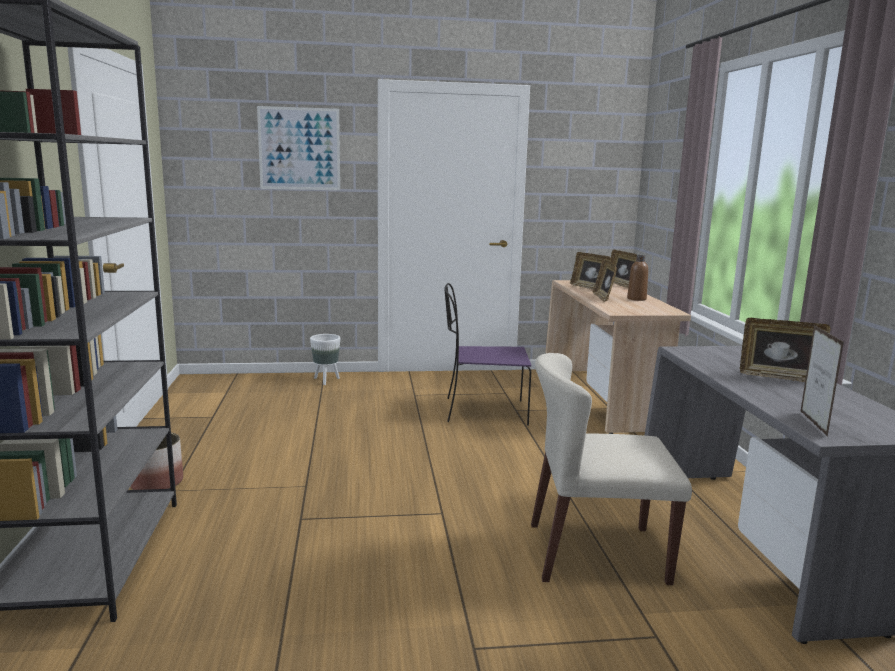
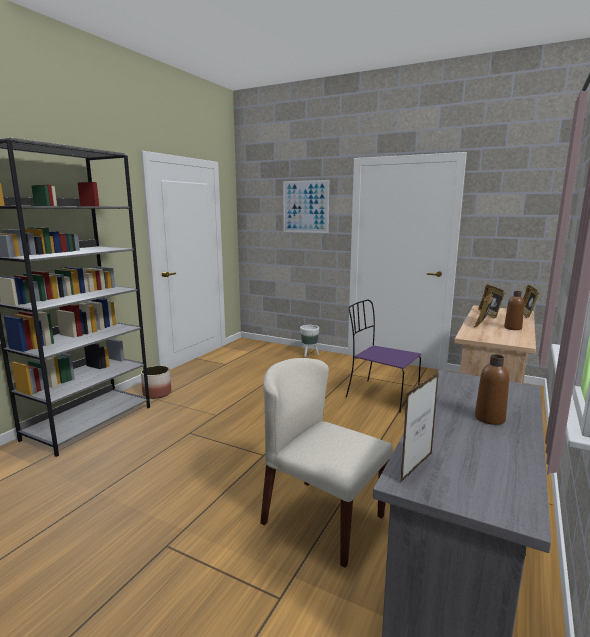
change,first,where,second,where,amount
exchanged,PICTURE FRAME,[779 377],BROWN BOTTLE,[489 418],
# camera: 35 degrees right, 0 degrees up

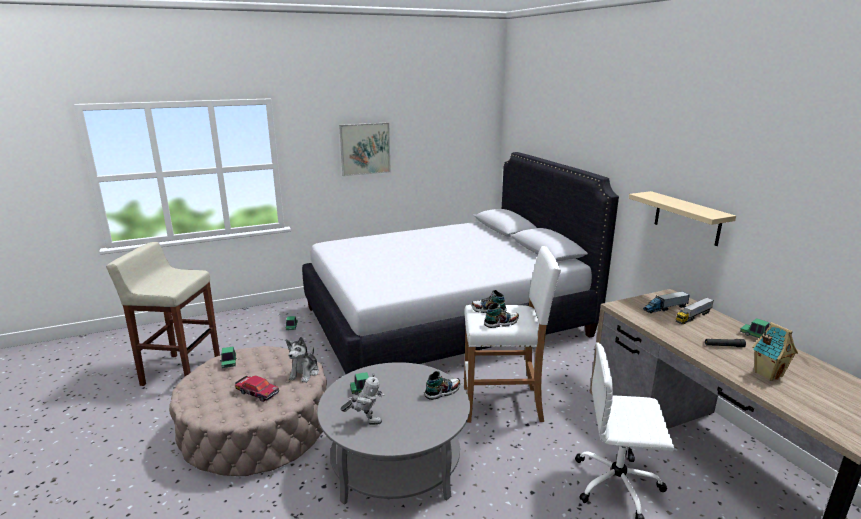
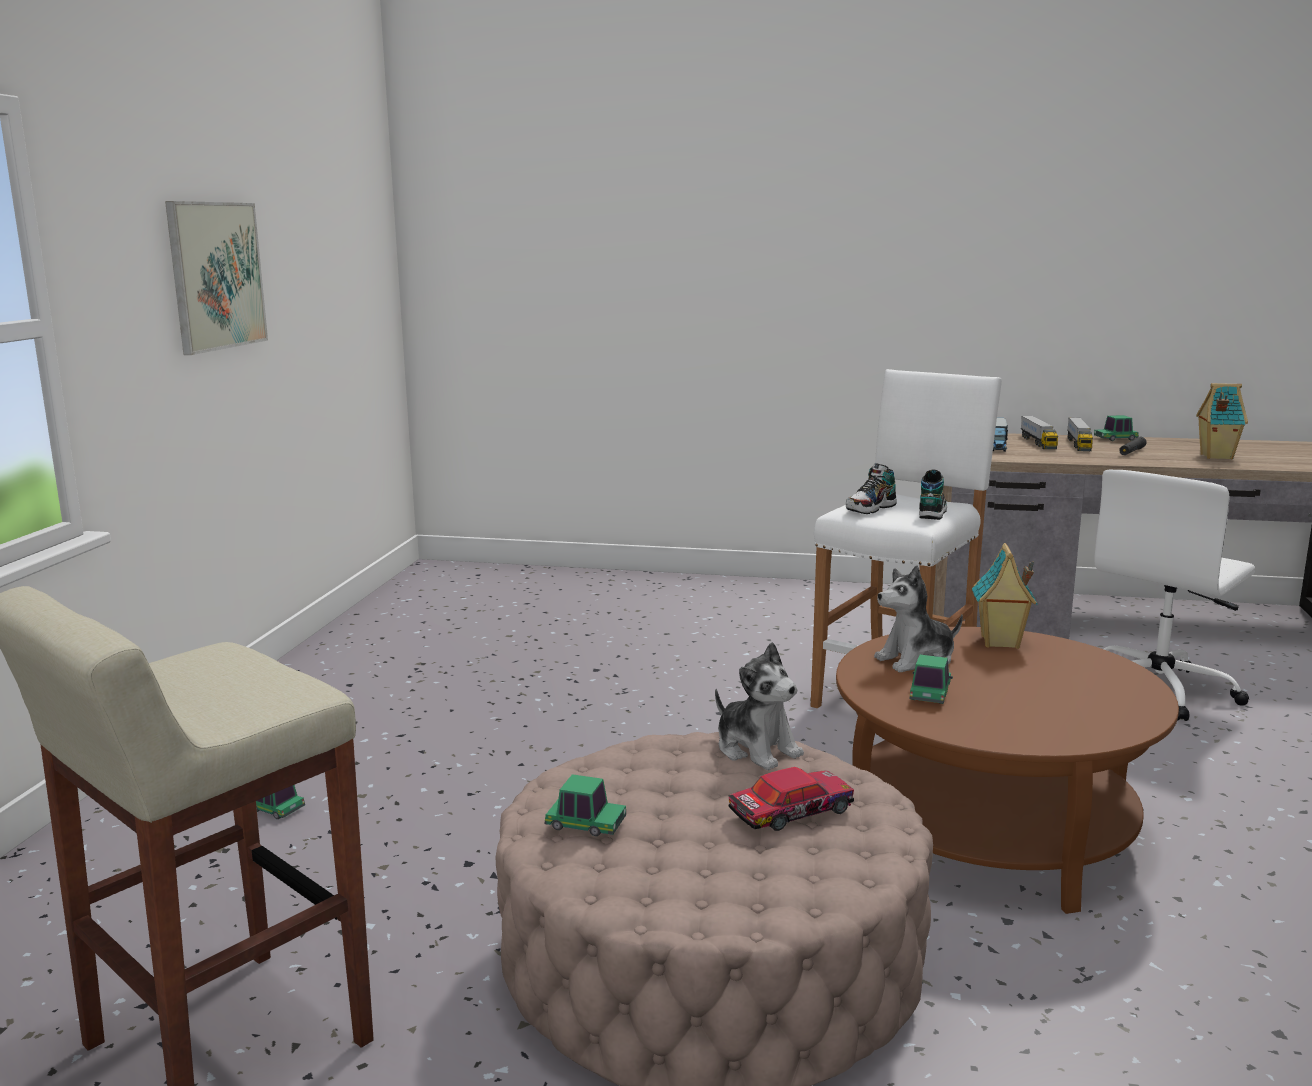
change,first,where,second,where,amount
colour,GREY COFFEE TABLE,[395 463],BROWN COFFEE TABLE,[988 828],
appeared,,,PLUSH TOY,[916 660],
exchanged,SHOE,[442 392],TOY HOUSE,[999 642],
appeared,,,TOY TRUCK,[1078 444],
missing,WHITE BED,[445 321],,,
missing,TOY ROBOT,[365 421],,,
missing,BEIGE SHELF,[687 218],,,
# camera: 55 degrees left, 5 degrees down

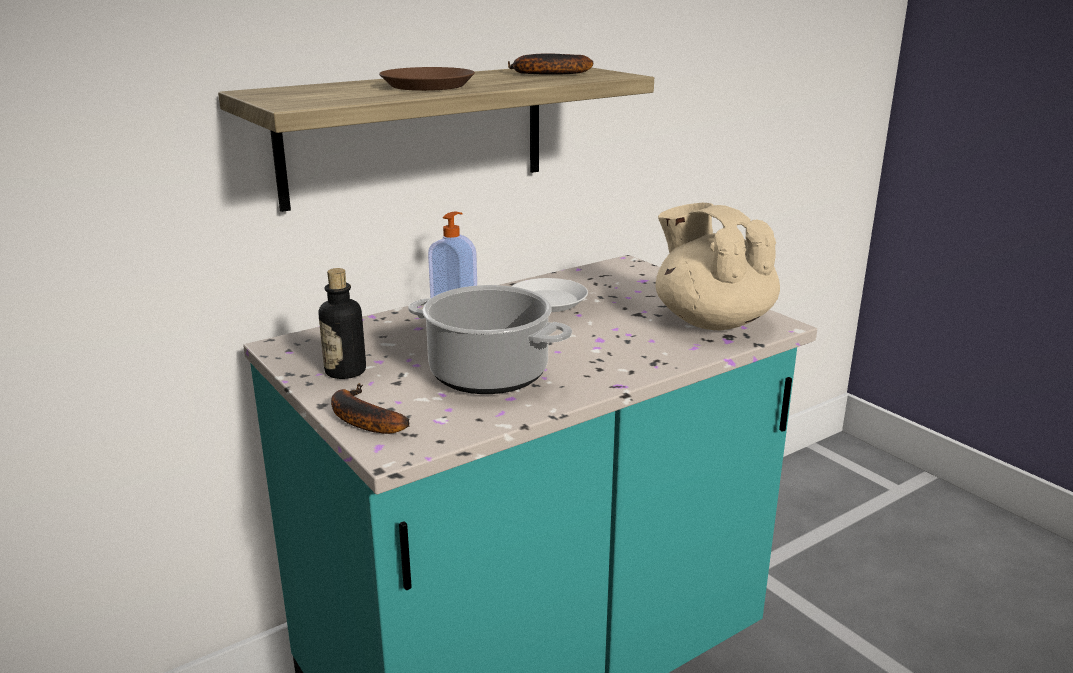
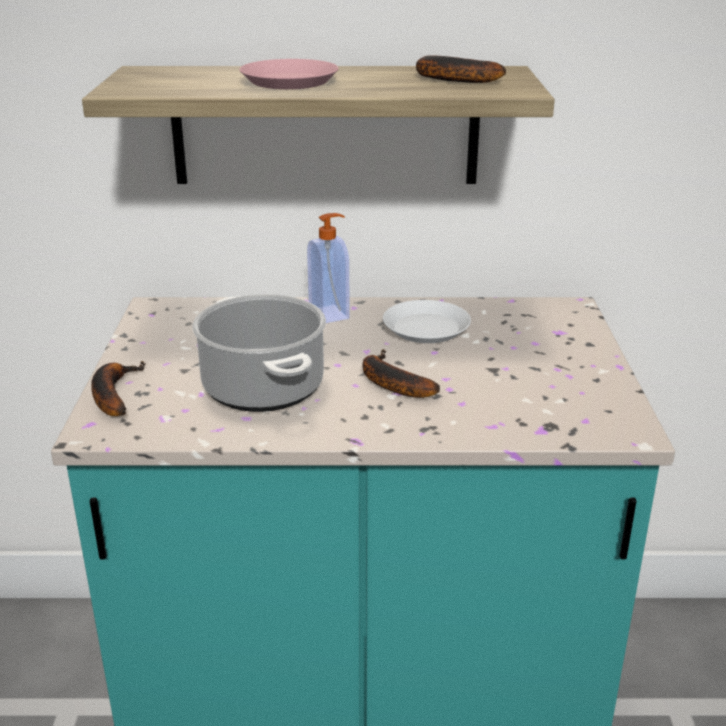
change,first,where,second,where,amount
colour,BROWN PLATE,[427 85],PINK PLATE,[289 81],
appeared,,,BANANA,[390 383],
missing,BOTTLE,[345 371],,,
missing,BEIGE TEAPOT,[711 321],,,
# camera: 35 degrees right, 5 degrees up

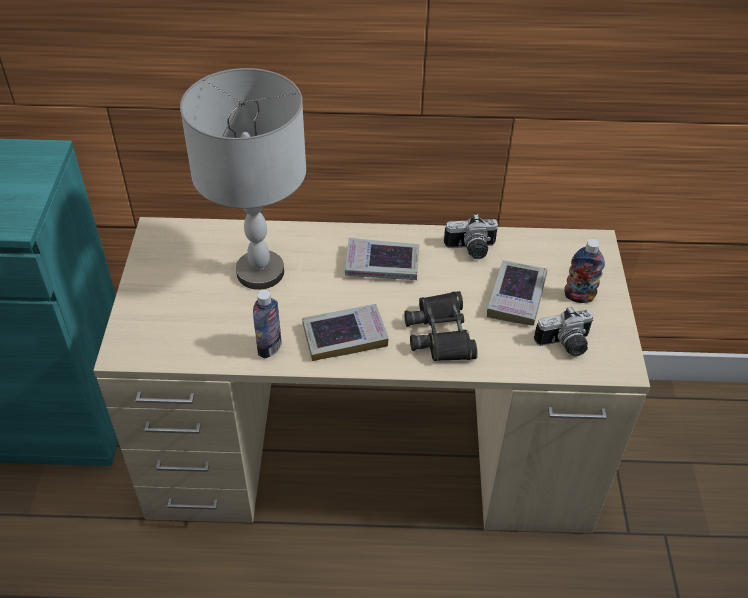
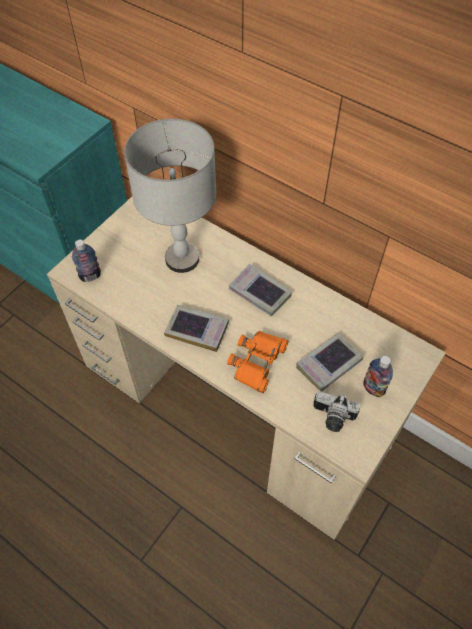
change,first,where,second,where,amount
relocated,BOTTLE,[269 348],,[90 276],
colour,BLACK BINOCULARS,[441 333],ORANGE BINOCULARS,[257 362],
missing,PHOTO CAMERA,[471 250],,,
# camera: 35 degrees right, 10 degrees up

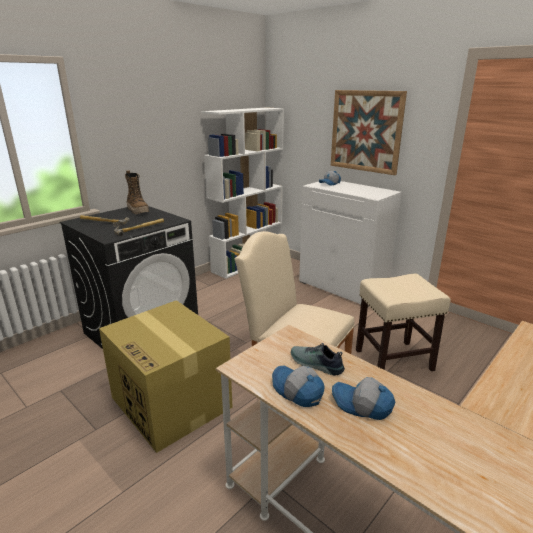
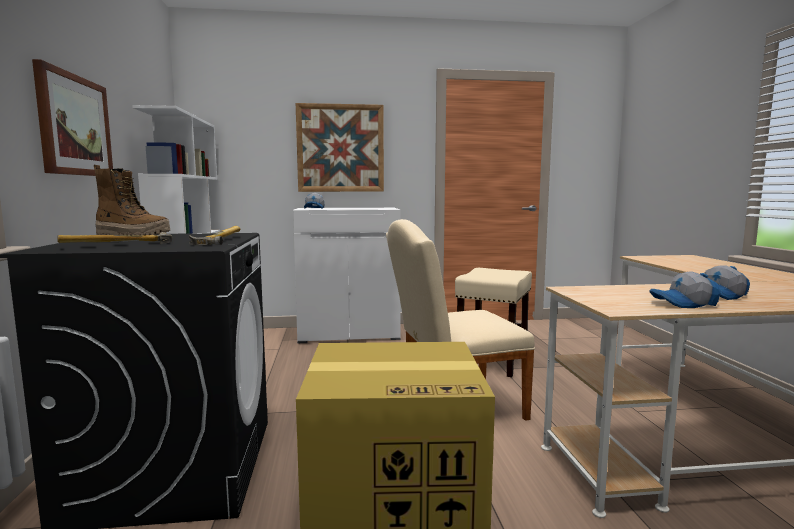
change,first,where,second,where,amount
appeared,,,PICTURE,[74 125],
missing,SHOE,[315 364],,,
# camera: 50 degrees left, 15 degrees down

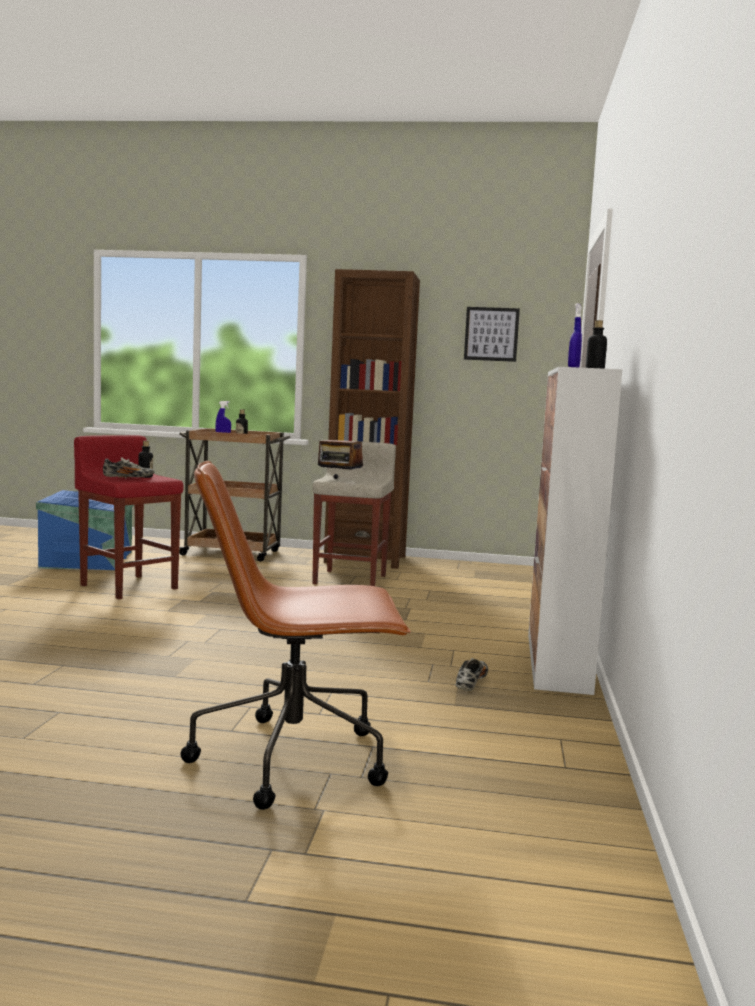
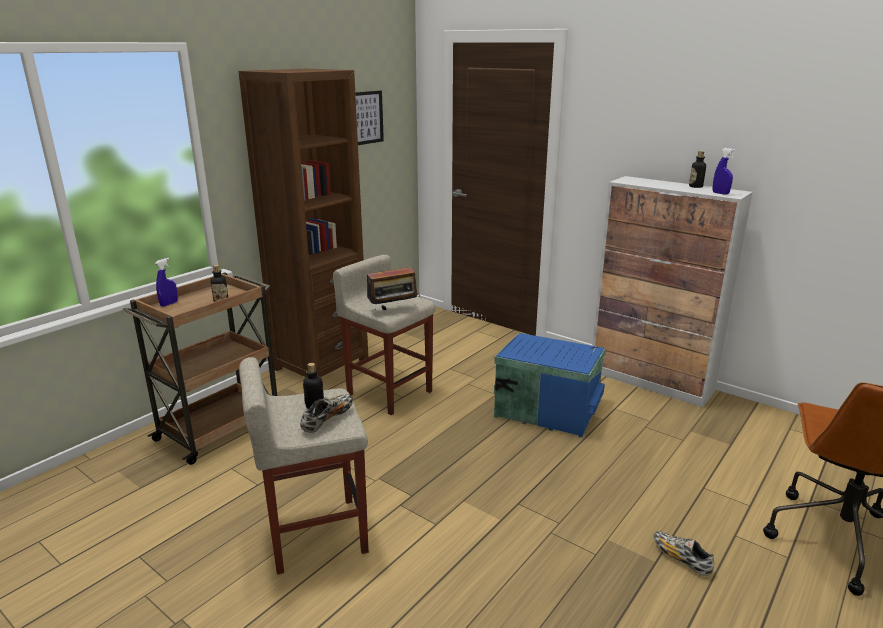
change,first,where,second,where,amount
colour,RED STOOL,[128 586],BEIGE STOOL,[314 534],
relocated,BLUE STORAGE BOX,[89 560],,[546 407],
relocated,SHOE,[471 683],,[681 558],
# camera: 60 degrees left, 15 degrees up

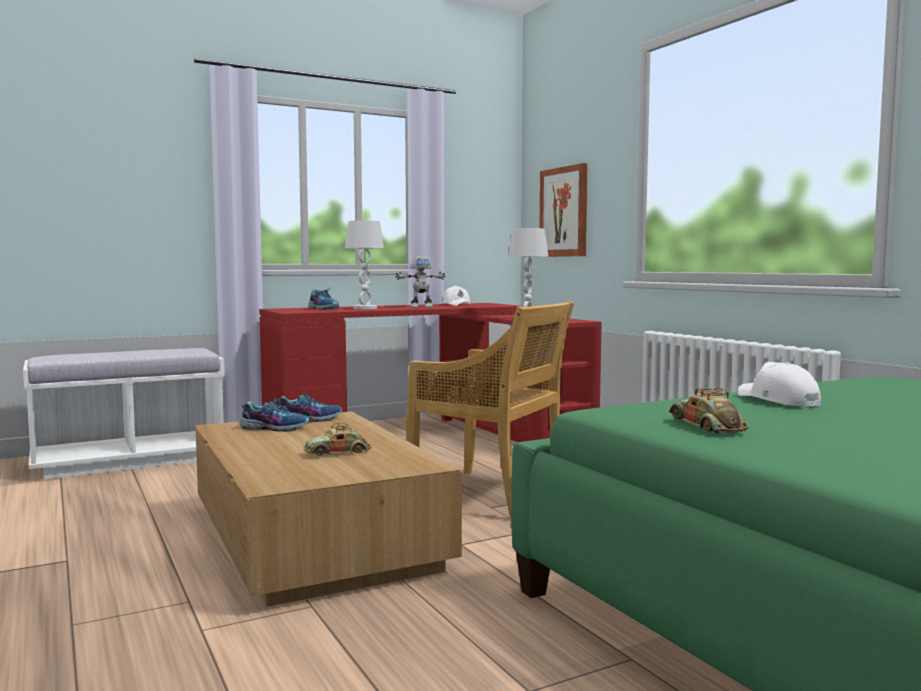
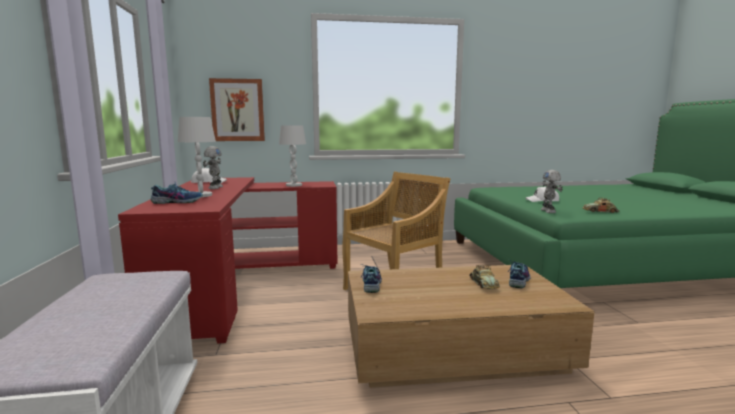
change,first,where,second,where,amount
relocated,SHOE,[274 428],,[517 280],
appeared,,,TOY ROBOT,[549 211],
# camera: 70 degrees left, 5 degrees up

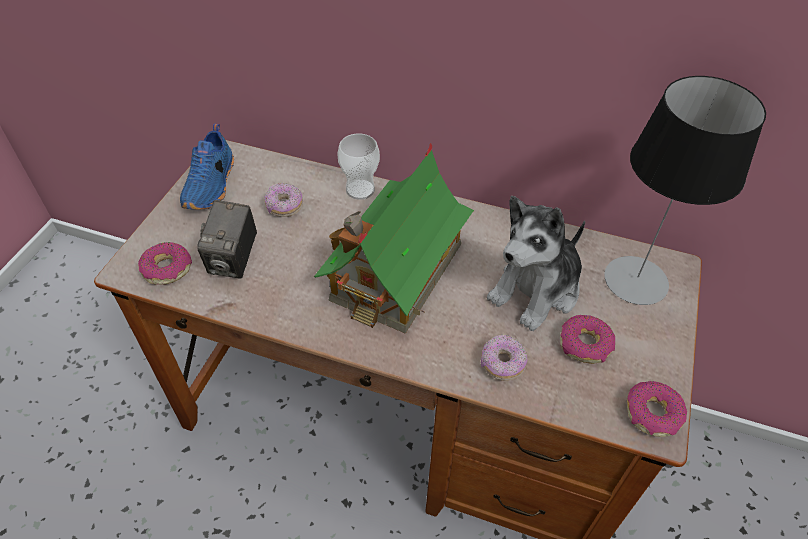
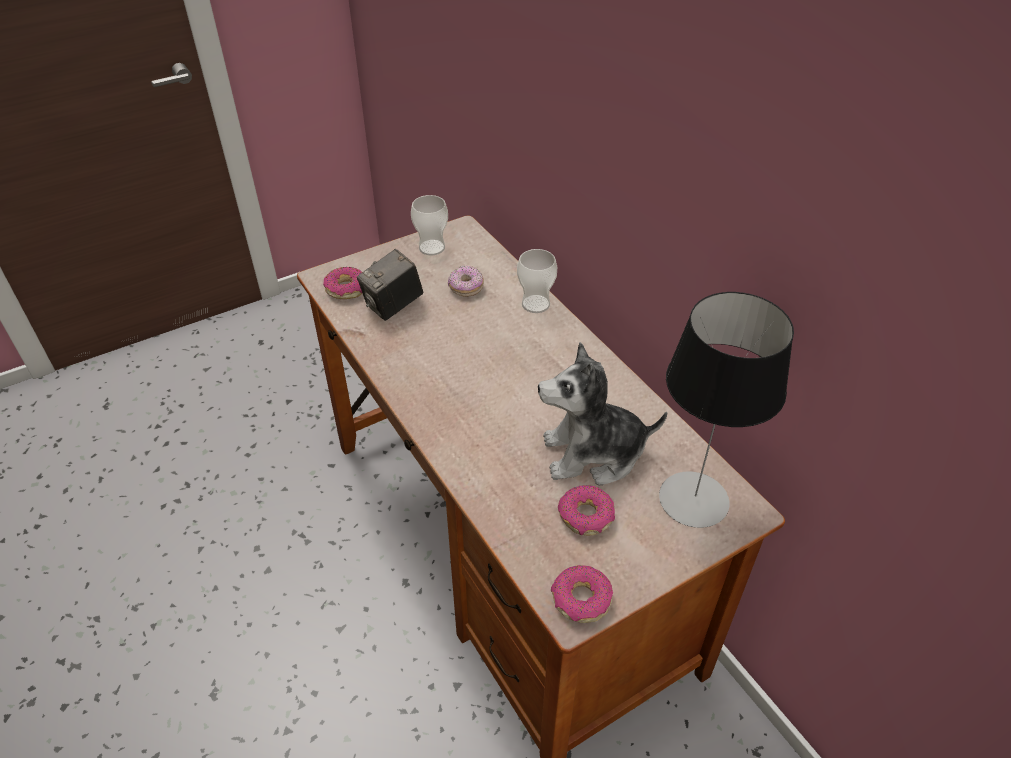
change,first,where,second,where,amount
exchanged,BLUE SHOE,[212 185],CUP,[432 247],
missing,TOY HOUSE,[396 271],,,
missing,DONUT,[502 364],,,
# camera: 40 degrees right, 5 degrees down

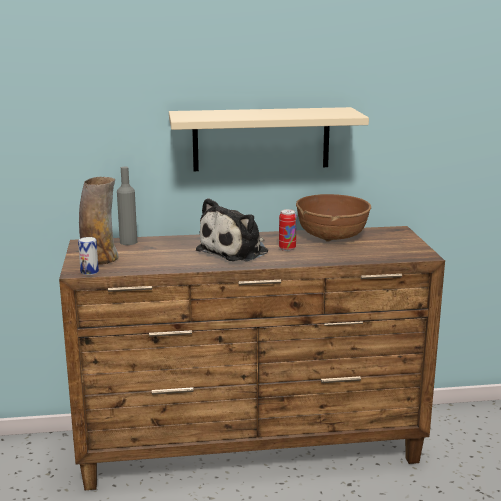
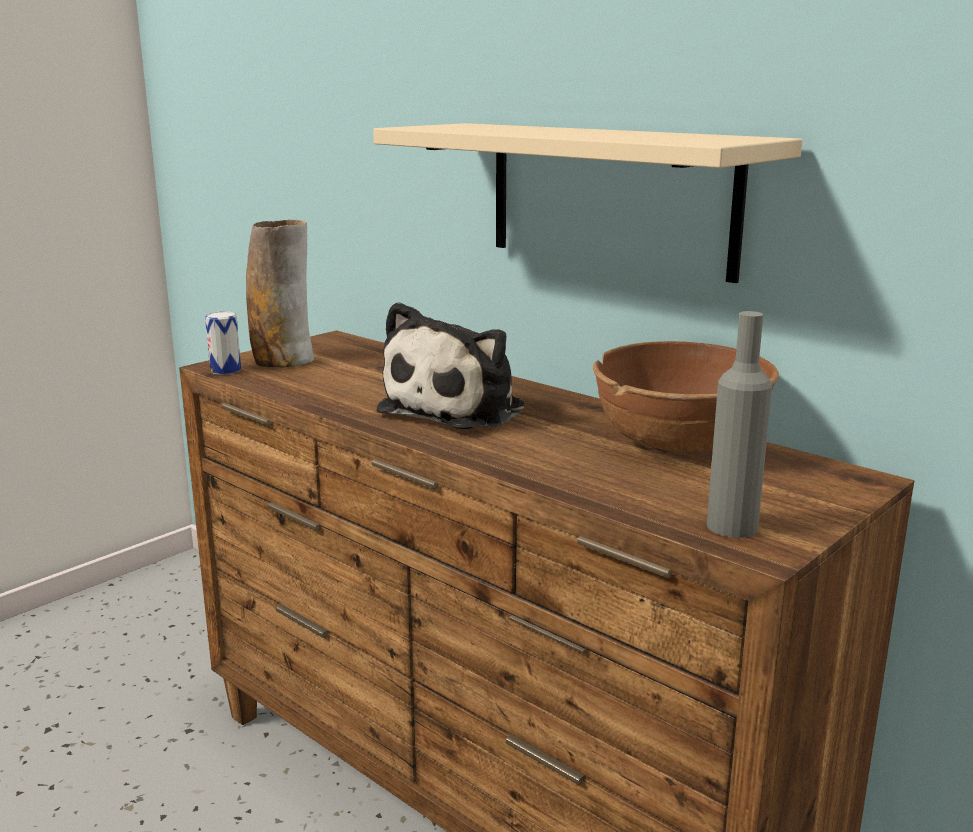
change,first,where,second,where,amount
spun,PLUSH TOY,[236 251],,[459 409],60 degrees counterclockwise
relocated,GREY BOTTLE,[128 242],,[732 526],
missing,CAN,[287 248],,,
# camera: 50 degrees right, 0 degrees up

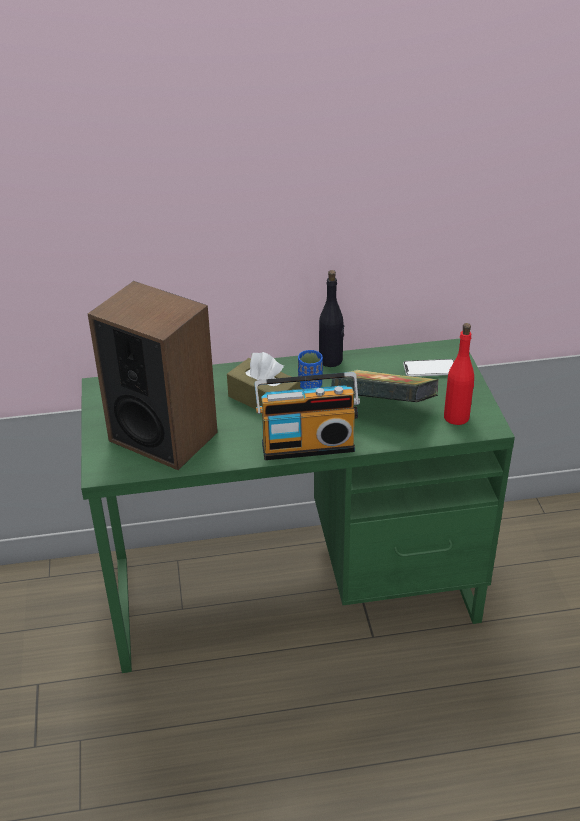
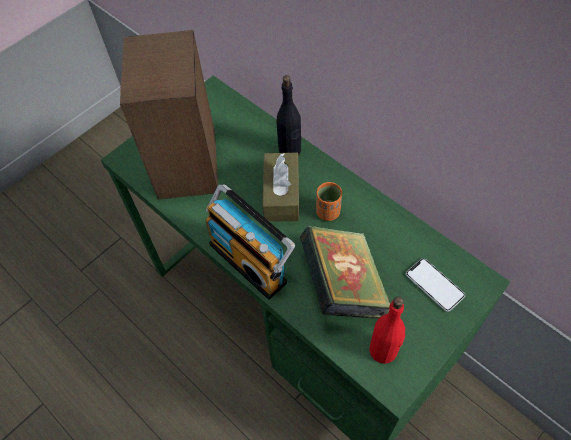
change,first,where,second,where,amount
relocated,BLACK BOTTLE,[331 360],,[290 149],
colour,BLUE CUP,[310 385],ORANGE CUP,[328 212],
# camera: 55 degrees right, 20 degrees up

